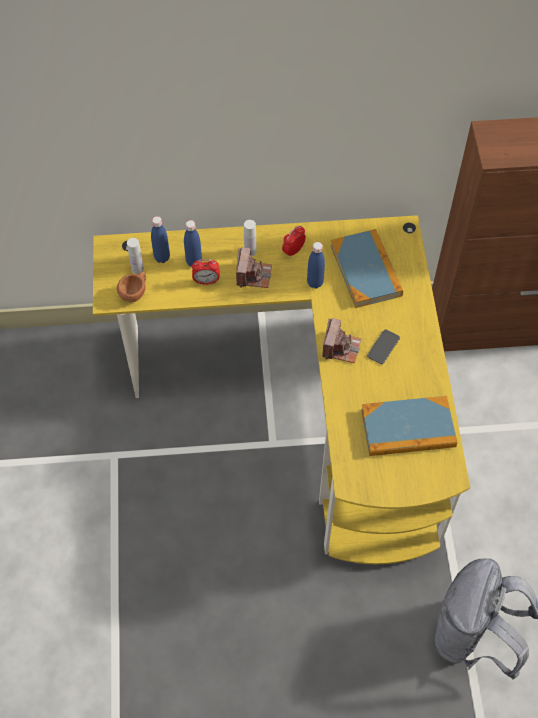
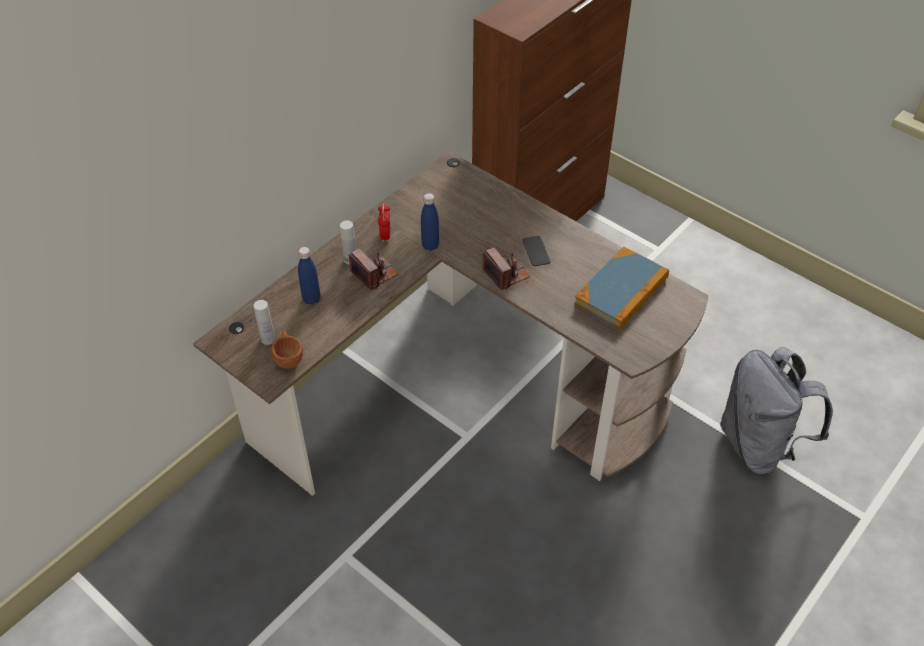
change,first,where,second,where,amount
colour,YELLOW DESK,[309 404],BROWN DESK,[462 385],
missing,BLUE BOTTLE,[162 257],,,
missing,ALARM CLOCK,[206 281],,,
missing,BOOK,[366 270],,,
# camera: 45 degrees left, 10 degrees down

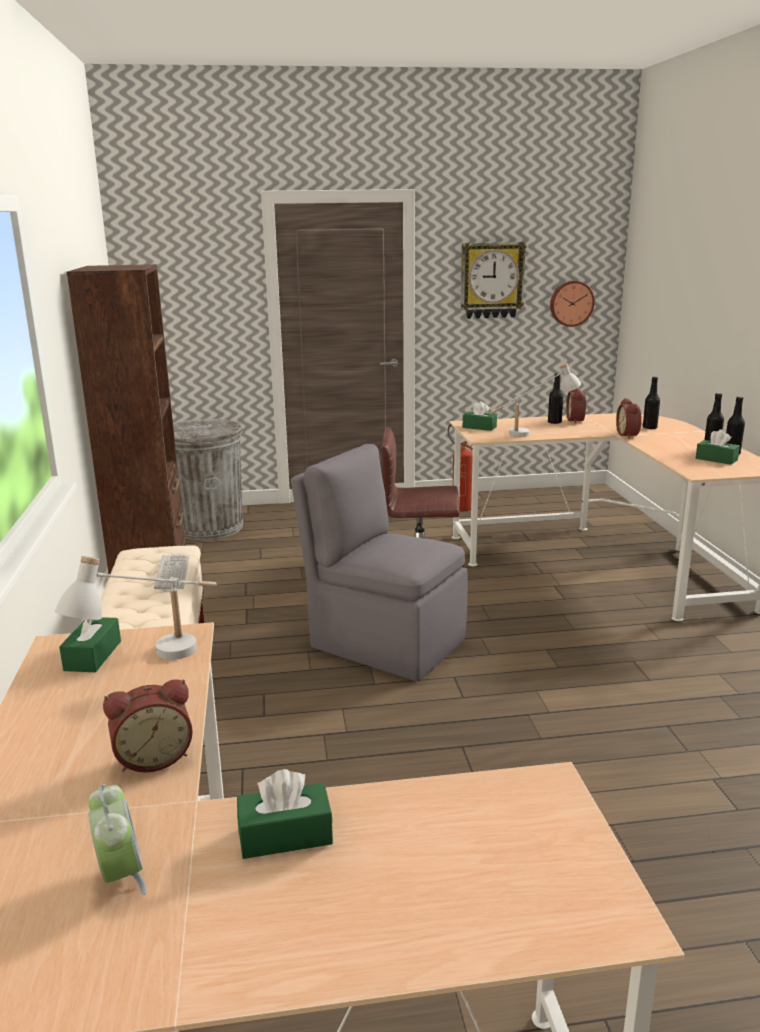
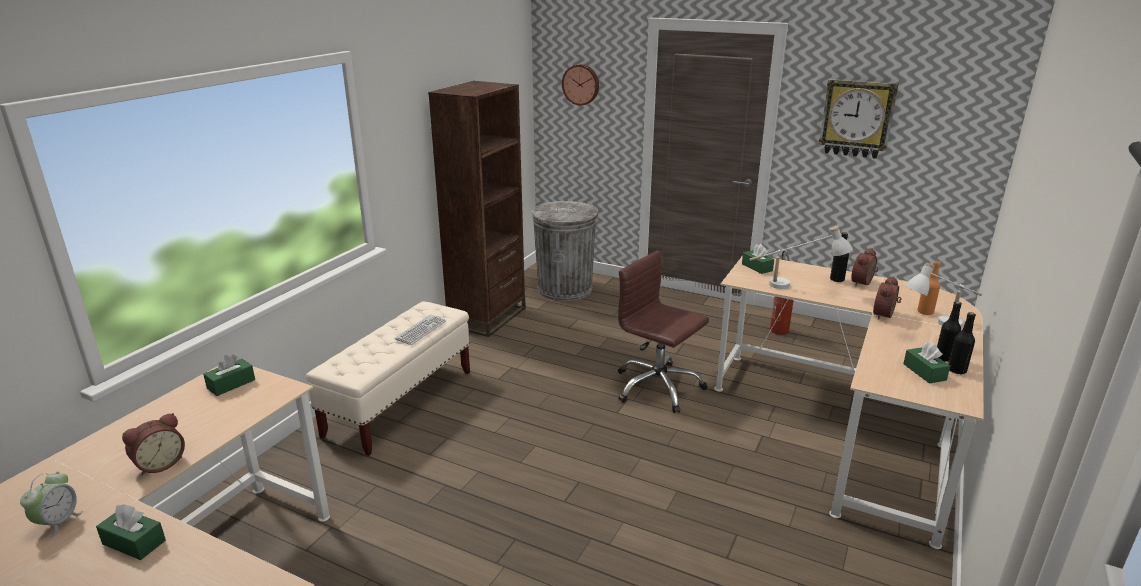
change,first,where,second,where,amount
spun,ALARM CLOCK,[153 758],,[160 464],60 degrees counterclockwise
relocated,WALL CLOCK,[571 303],,[581 84],
relocated,WHITE TABLE LAMP,[154 663],,[937 327],
colour,BLACK BOTTLE,[649 428],ORANGE BOTTLE,[925 312],
missing,GREY CHAIR,[384 642],,,
# camera: 35 degrees right, 5 degrees up

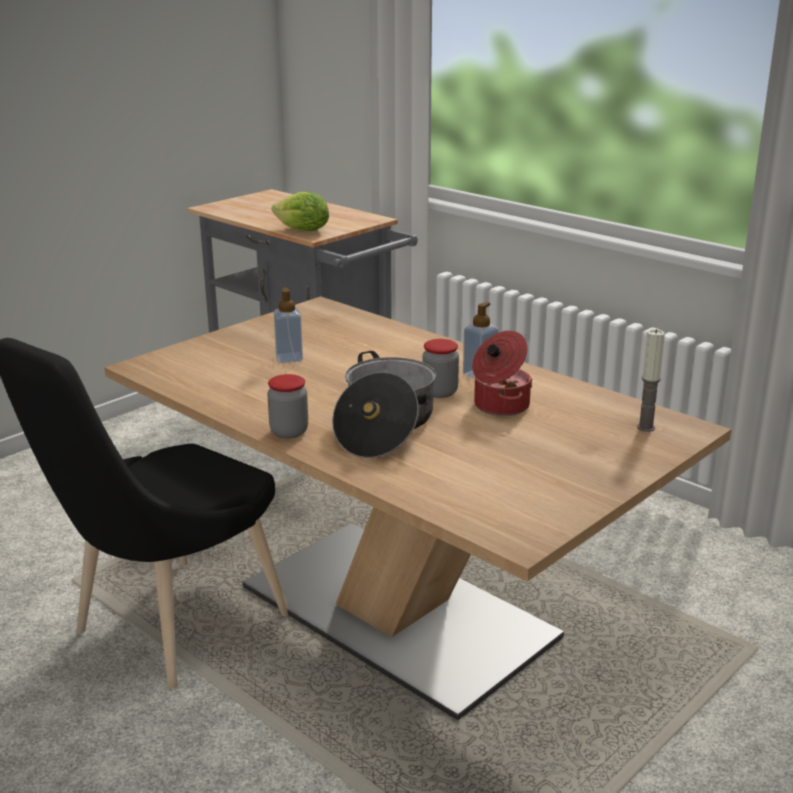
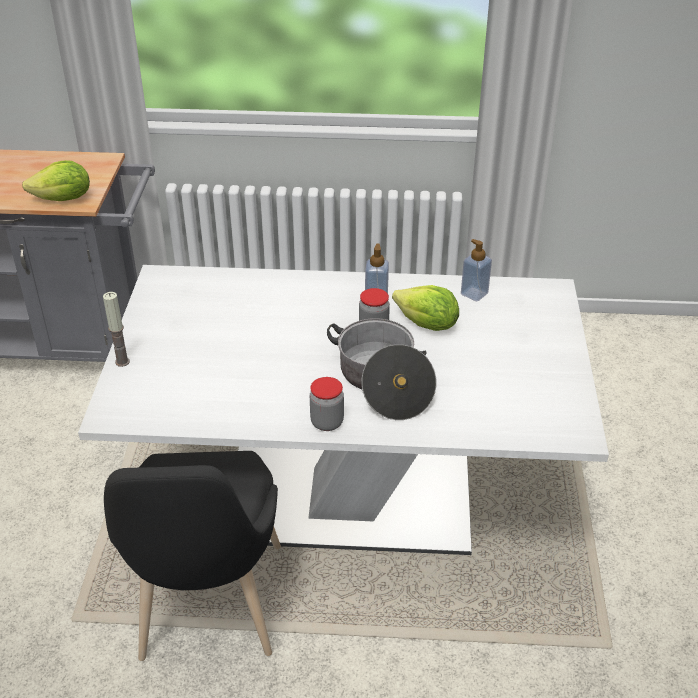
change,first,where,second,where,amount
colour,BROWN DINING TABLE,[397 612],WHITE DINING TABLE,[348 499],
relocated,CANDLE,[646 427],,[122 362],
exchanged,COOKING POT,[499 406],LETTUCE,[427 325],
relocated,SOAP DISPENSER,[289 358],,[474 294],
# camera: 40 degrees left, 15 degrees up

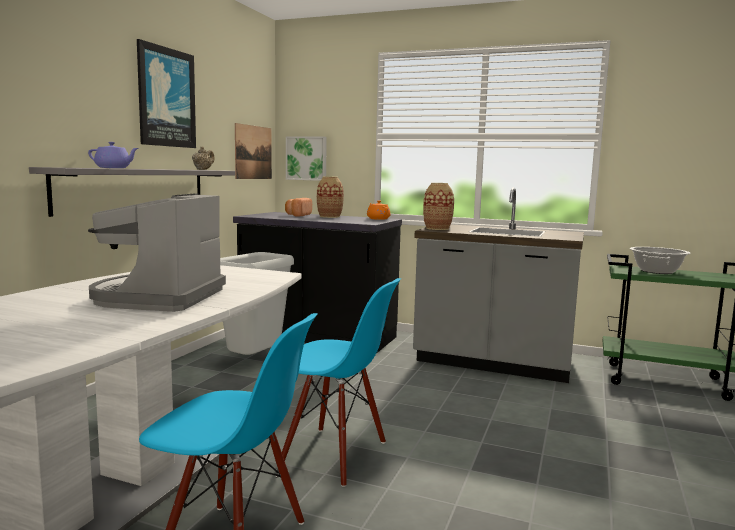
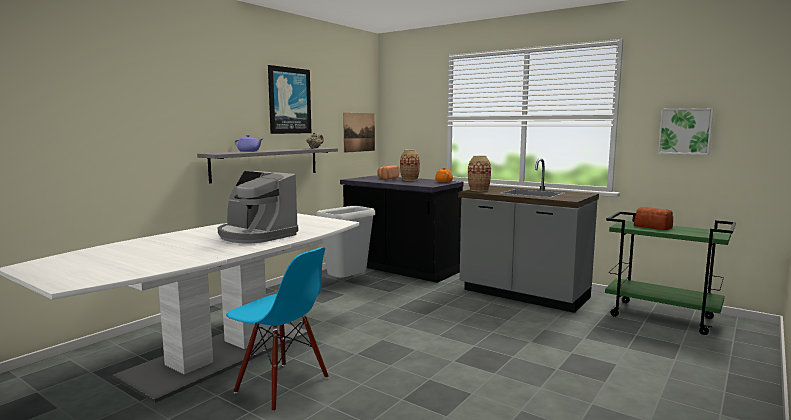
change,first,where,second,where,amount
spun,COFFEE MACHINE,[158 297],,[256 235],75 degrees counterclockwise
exchanged,COOKING POT,[656 271],BREAD,[652 226],
relocated,PICTURE,[307 158],,[685 131],
missing,BLUE CHAIR,[333 455],,,
# camera: 15 degrees right, 0 degrees up

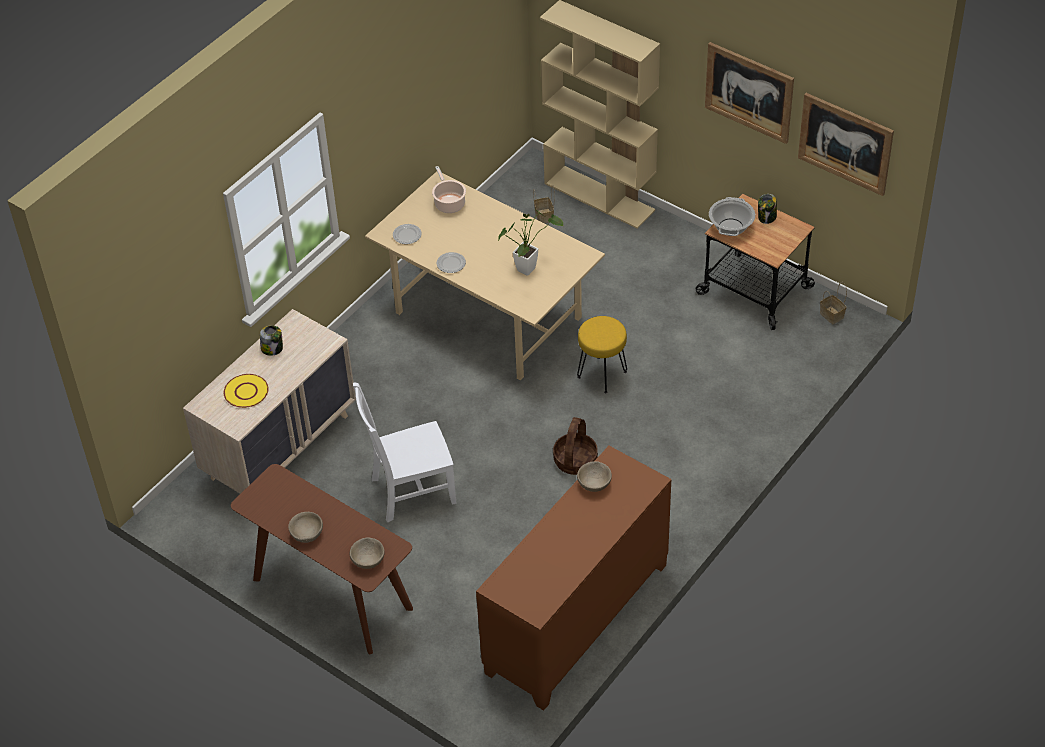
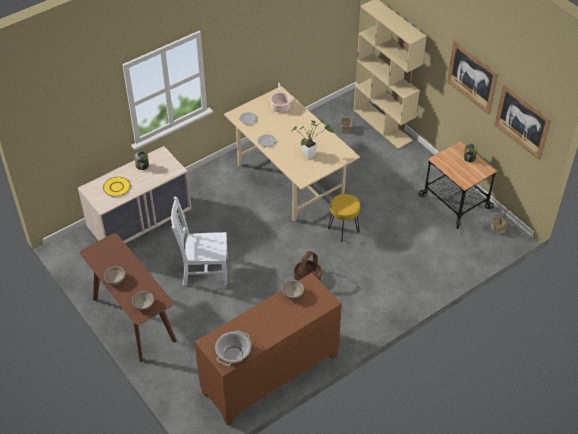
change,first,where,second,where,amount
relocated,COOKING POT,[730 227],,[233 354],
# camera: 15 degrees right, 0 degrees up

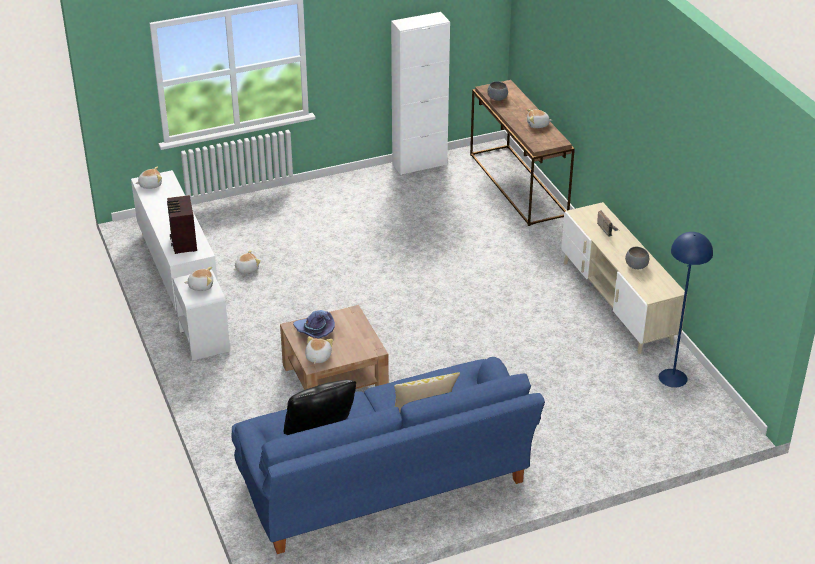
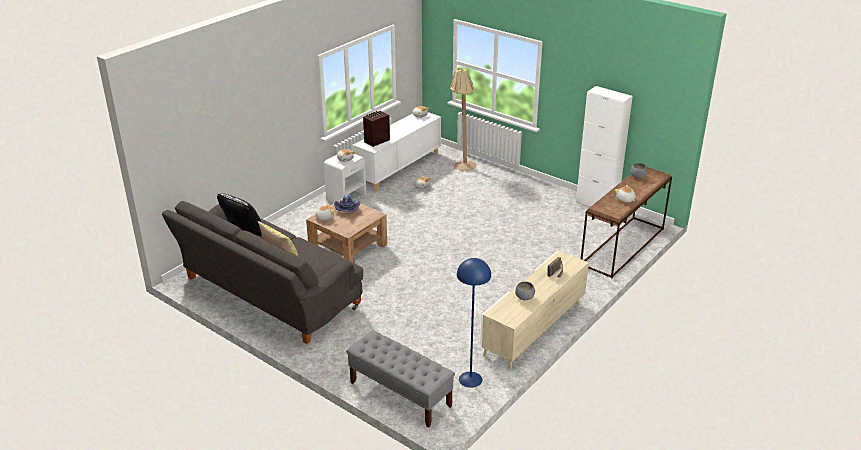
change,first,where,second,where,amount
colour,BLUE SOFA,[386 485],GREY SOFA,[268 295],
appeared,,,GREY BENCH,[400 394],
appeared,,,BEIGE FLOOR LAMP,[462 164],
# camera: 60 degrees right, 5 degrees down

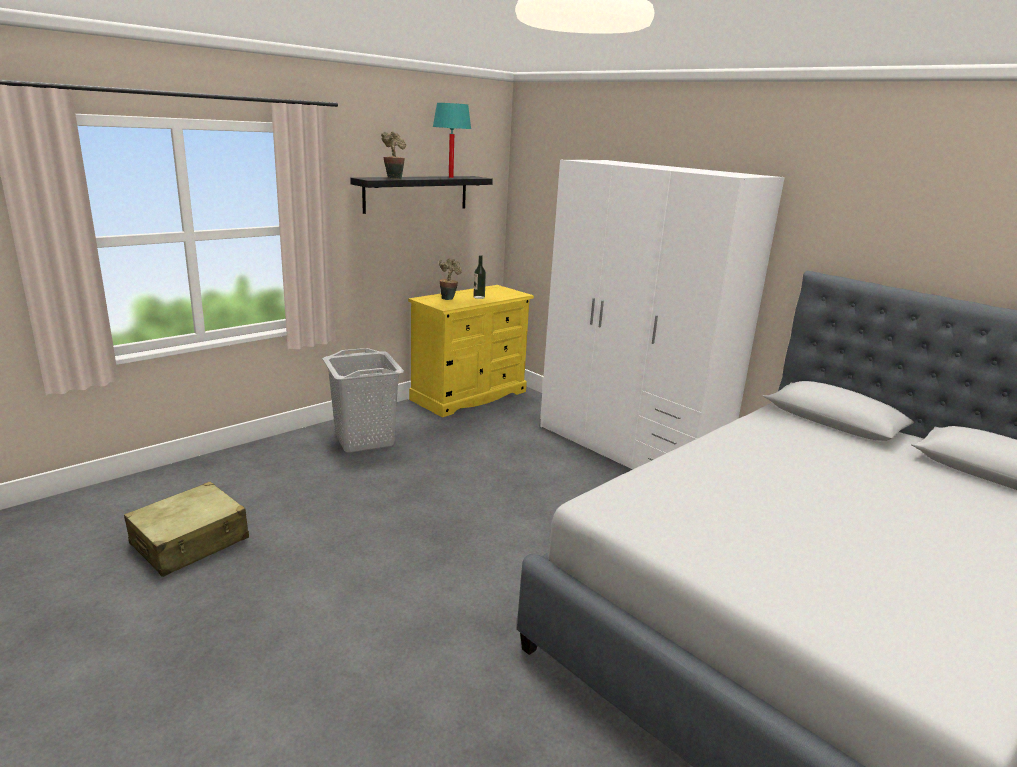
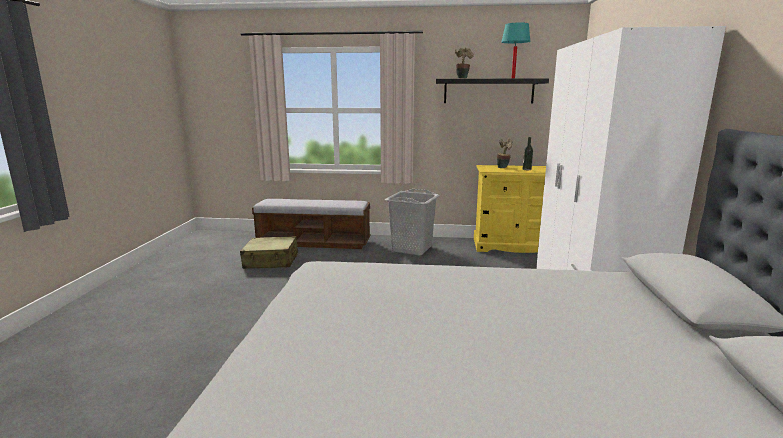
change,first,where,second,where,amount
appeared,,,BENCH,[314 243],
# camera: 50 degrees right, 5 degrees down

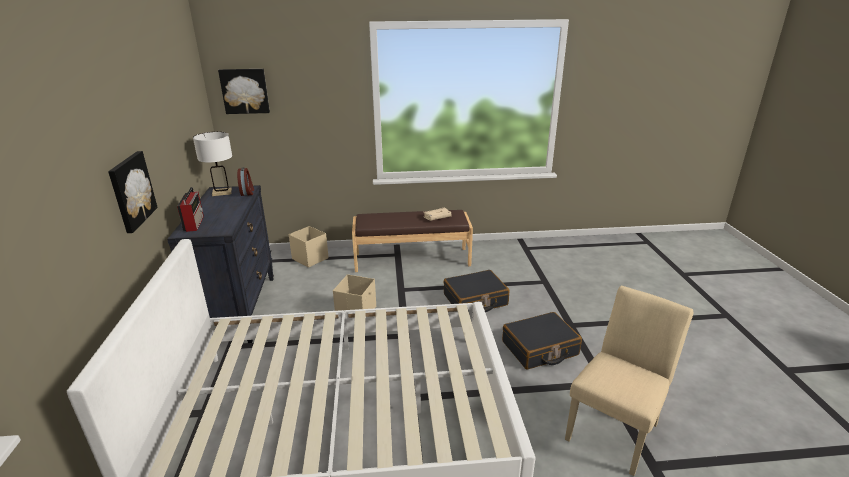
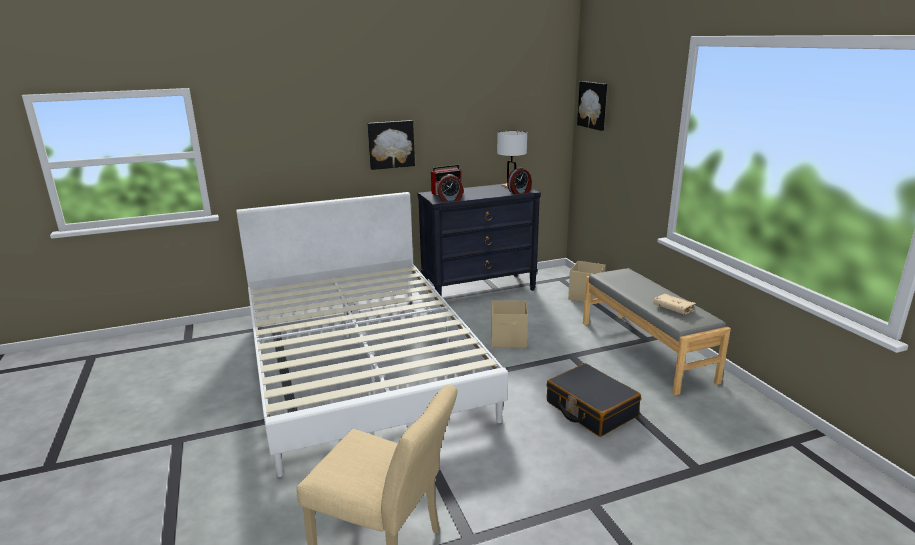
change,first,where,second,where,amount
appeared,,,ALARM CLOCK,[450 199],
colour,BROWN BENCH,[412 259],GREY BENCH,[646 350],
missing,BLACK SUITCASE,[540 349],,,
# camera: 75 degrees right, 5 degrees down

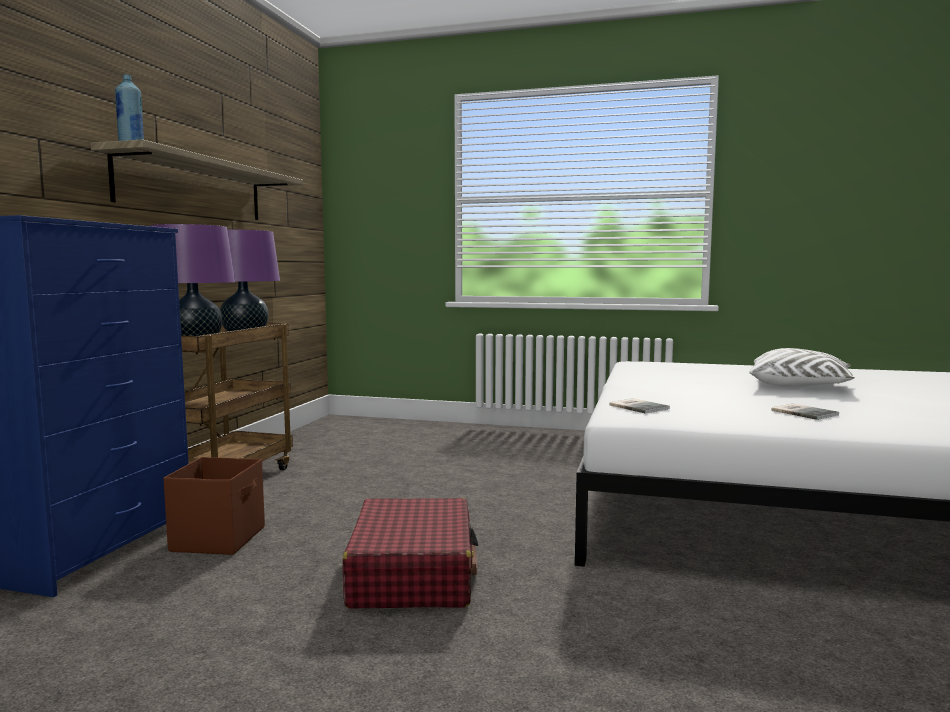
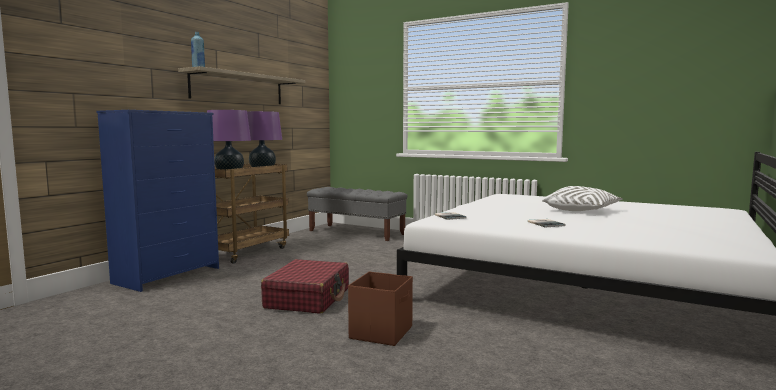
change,first,where,second,where,amount
appeared,,,GREY BENCH,[356 232],
relocated,BROWN STORAGE BOX,[220 538],,[382 332],
# camera: 15 degrees right, 0 degrees up

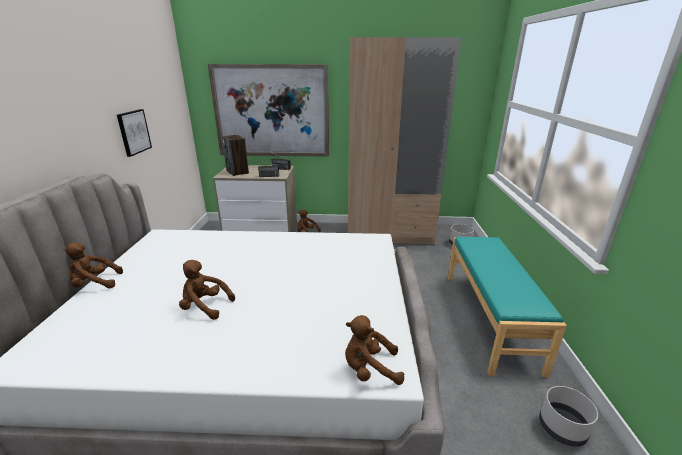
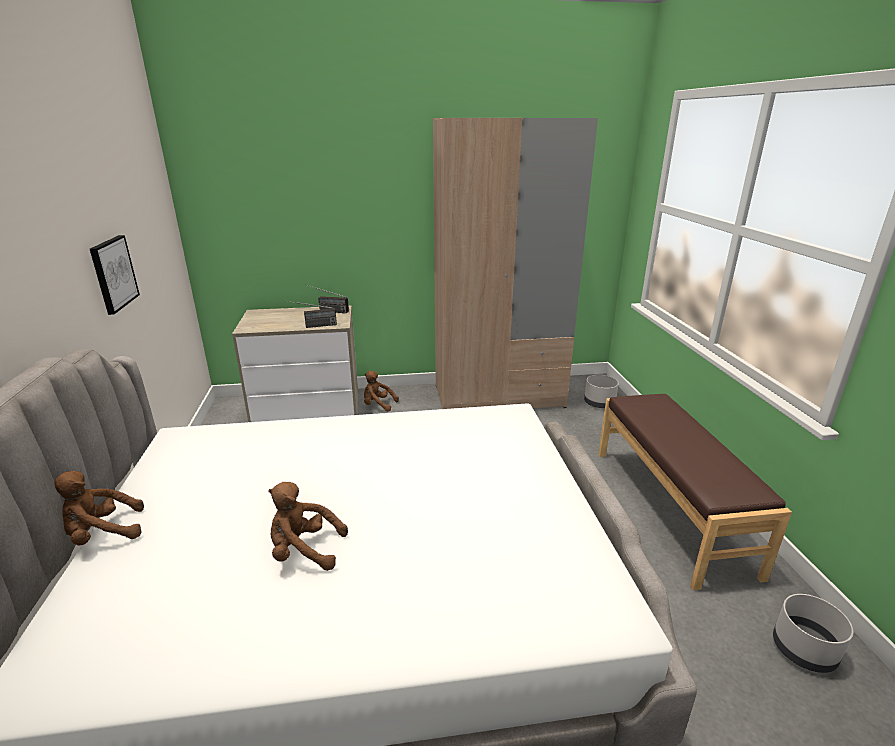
change,first,where,second,where,amount
colour,TURQUOISE BENCH,[489 318],BROWN BENCH,[670 508],
missing,PICTURE,[272 111],,,
missing,SPEAKER,[237 172],,,
missing,BROWN PLUSH TOY,[369 369],,,
# camera: 10 degrees left, 0 degrees up

